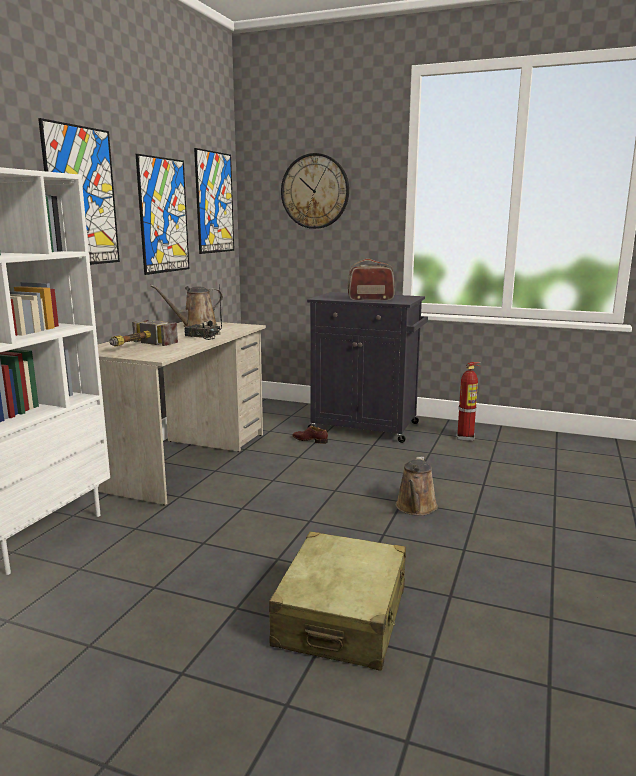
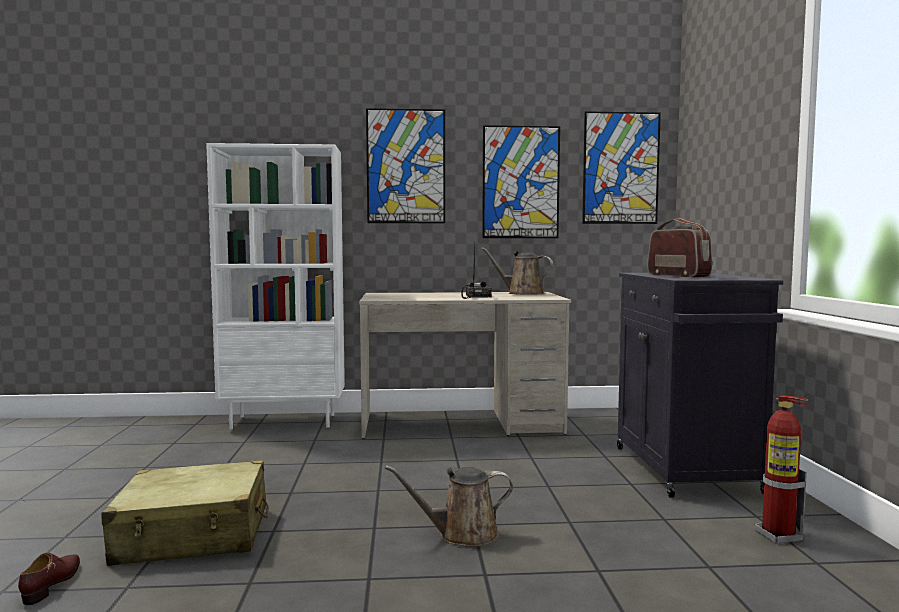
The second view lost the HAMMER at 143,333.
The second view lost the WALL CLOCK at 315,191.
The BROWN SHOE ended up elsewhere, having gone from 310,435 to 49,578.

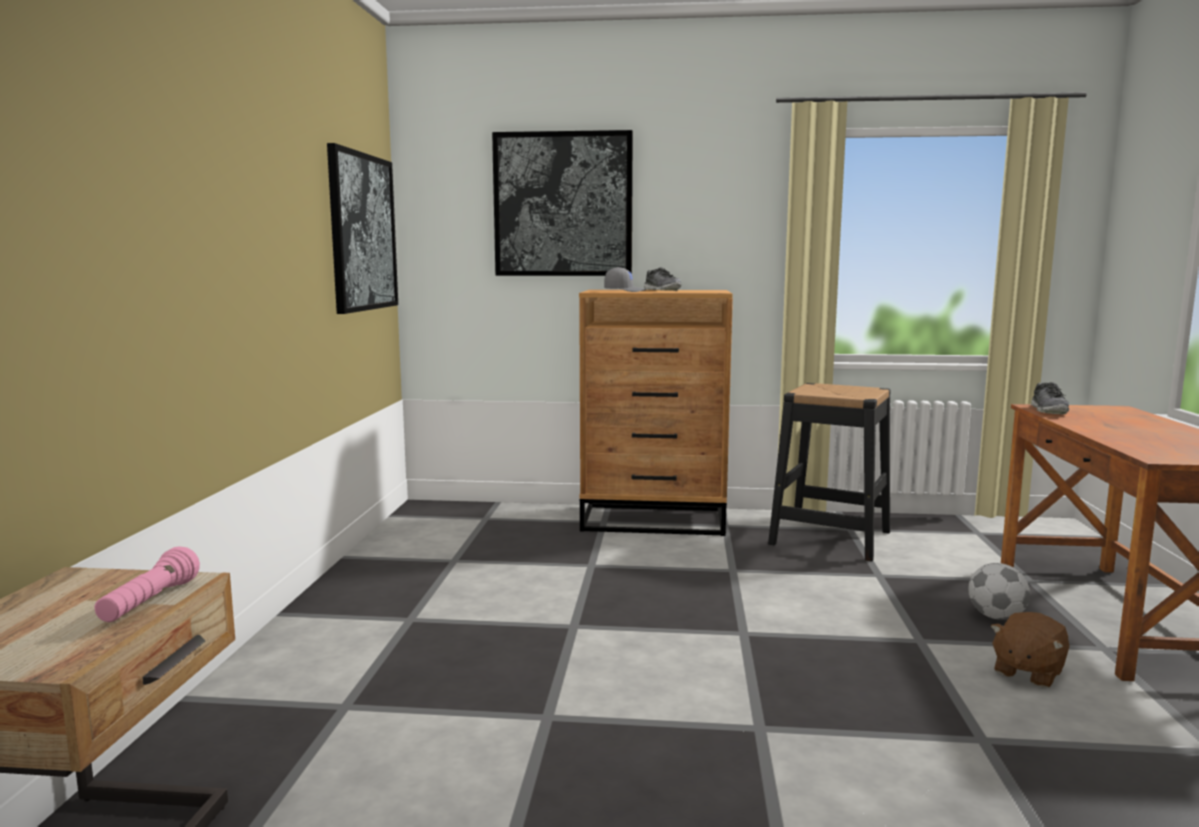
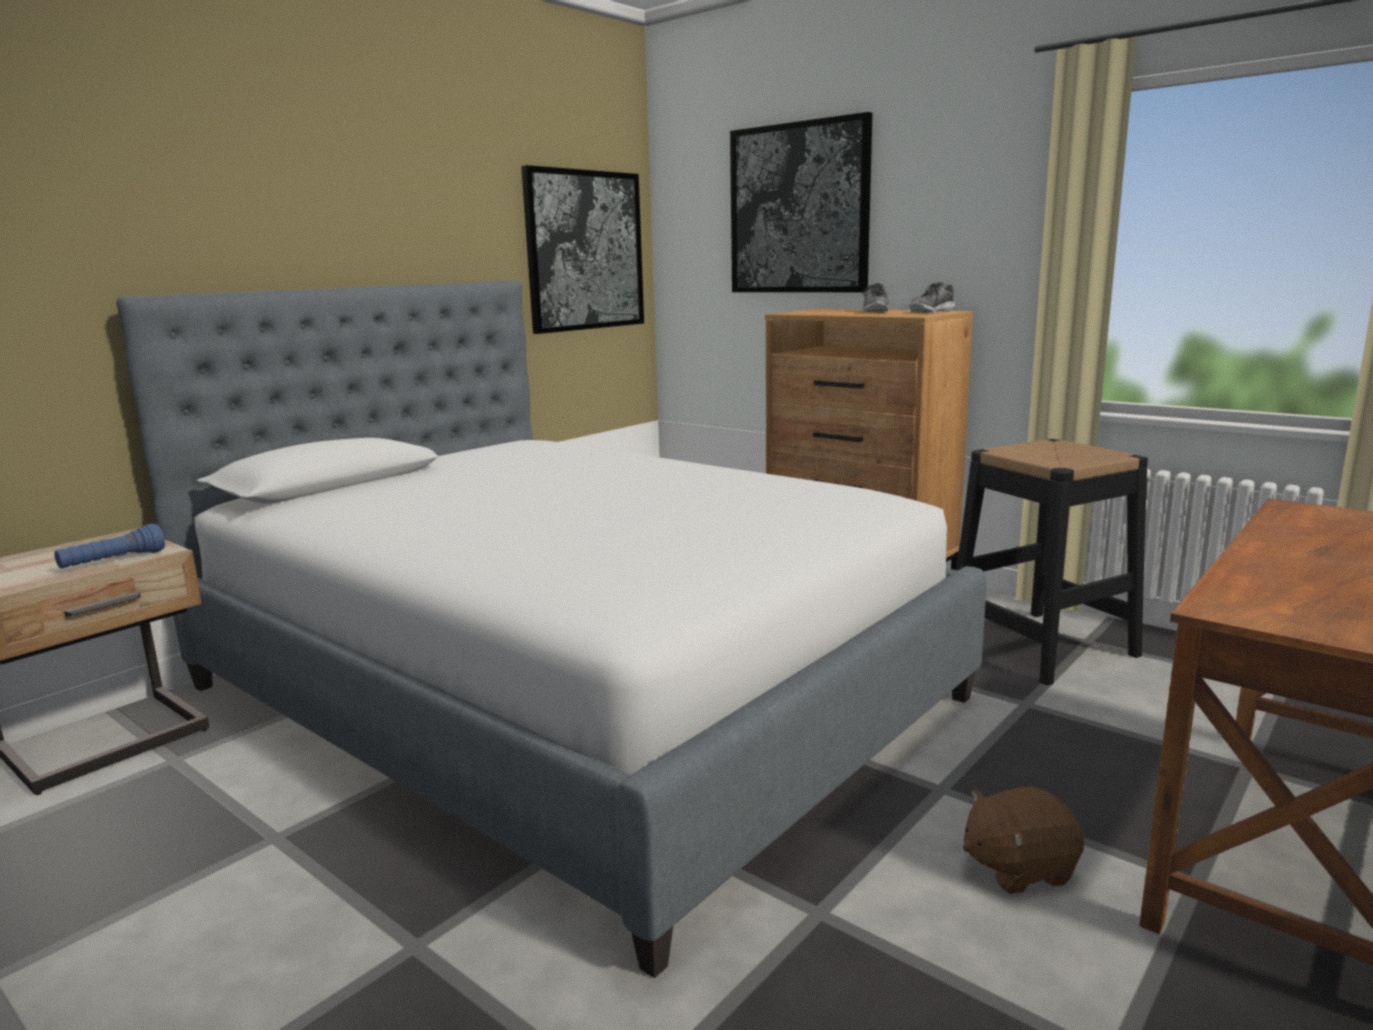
What was the PINK FLASHLIGHT at 147,584 turned into the BLUE FLASHLIGHT at 109,546.
The second view lost the GREY CAP at 625,279.
The second view lost the FOOTBALL at 999,591.
The SHOE ended up elsewhere, having gone from 1050,398 to 932,297.
The second view gained the BED at 551,629.

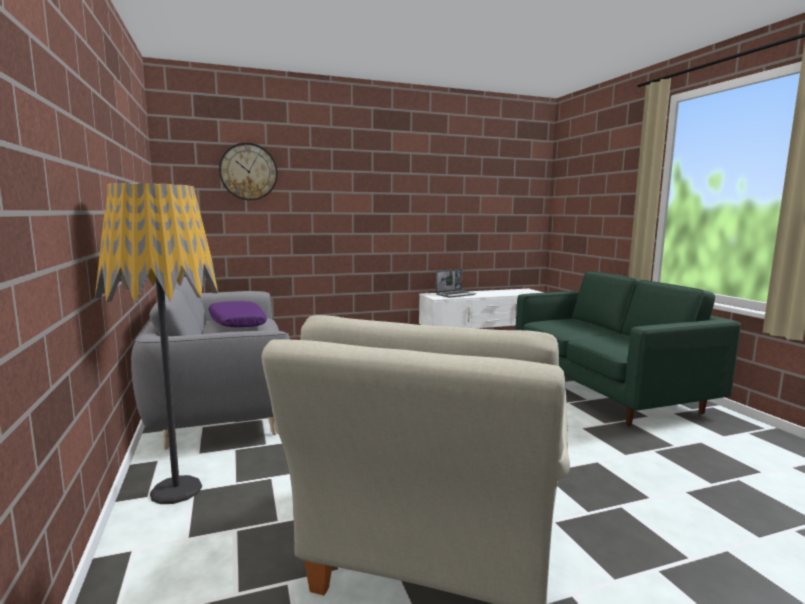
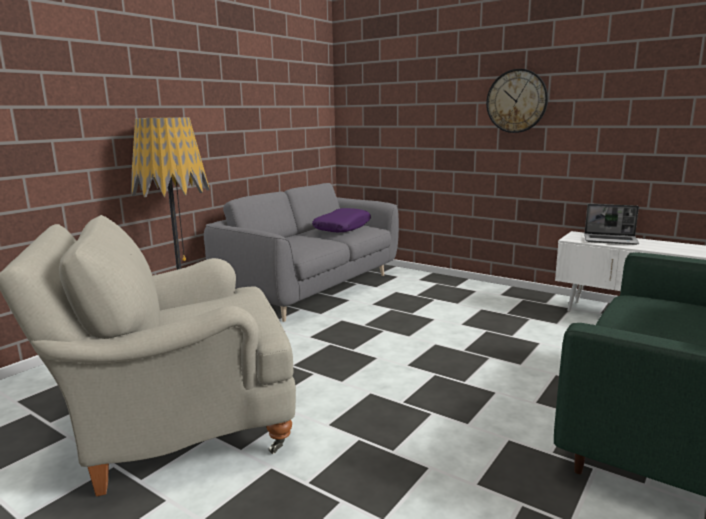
The WALL CLOCK ended up elsewhere, having gone from 248,171 to 517,101.

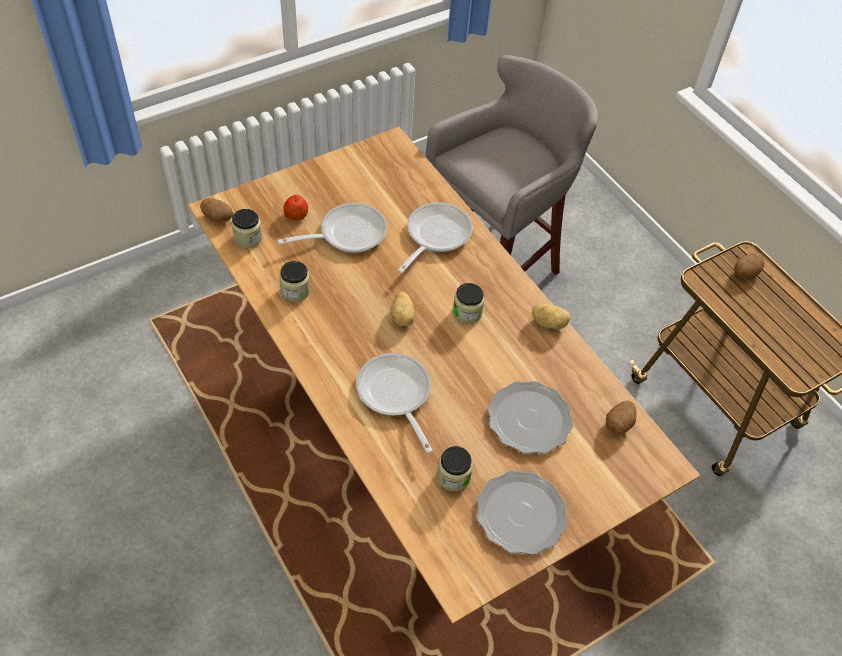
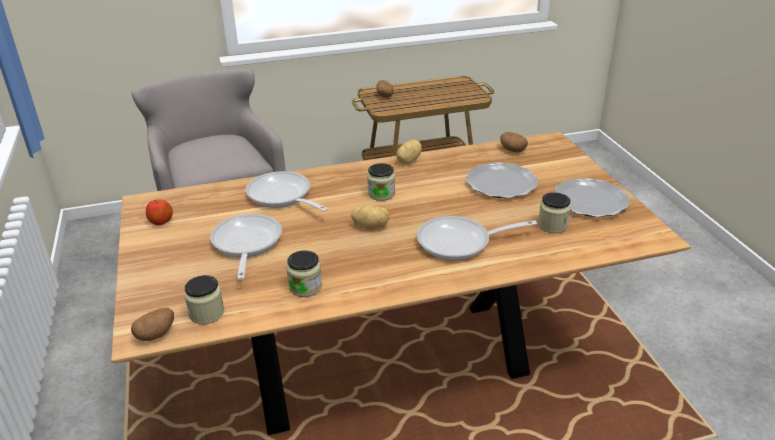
The APPLE ended up elsewhere, having gone from 295,207 to 159,212.

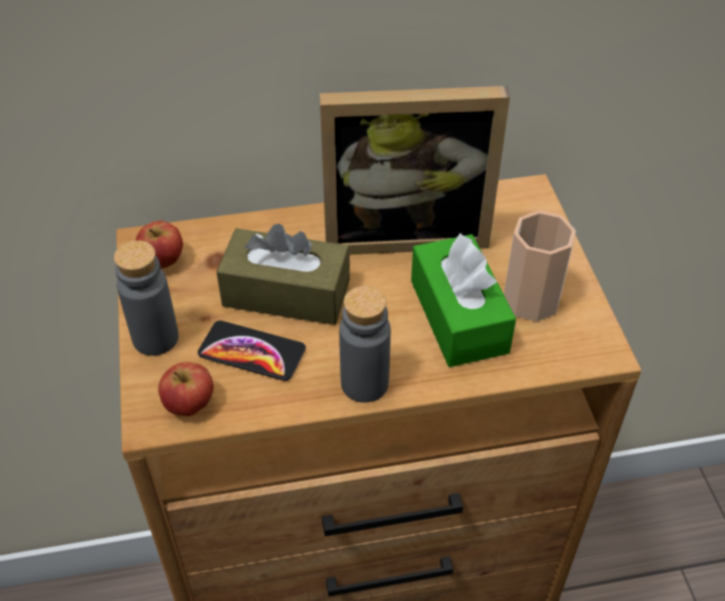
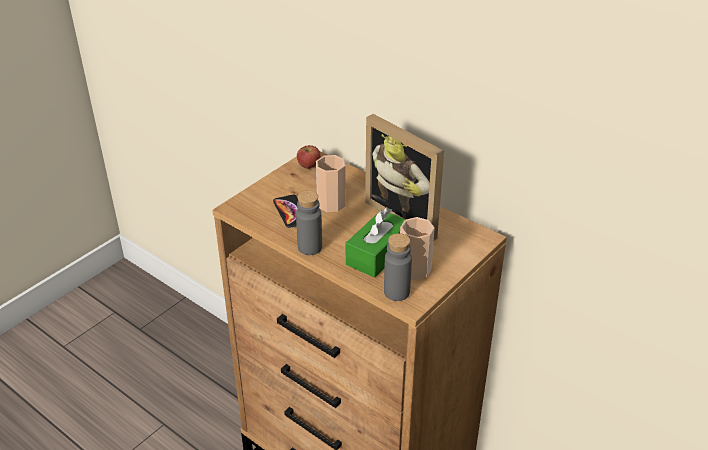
The GREY BOTTLE ended up elsewhere, having gone from 146,298 to 398,267.
The second view lost the APPLE at 186,389.
Where the BROWN TISSUE BOX stood at 283,274, the CUP came to stand at 331,183.

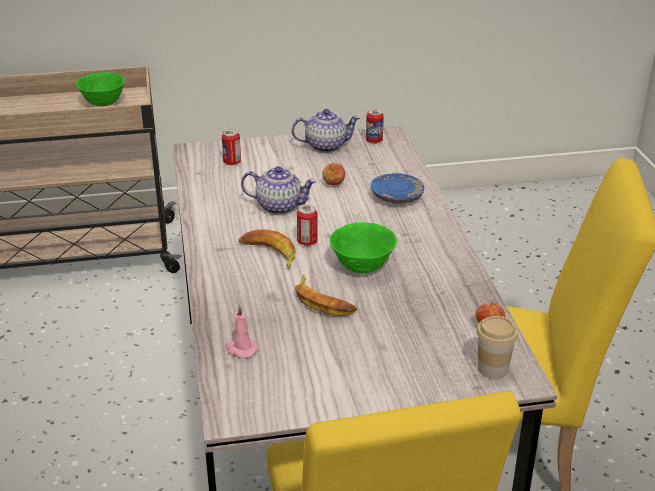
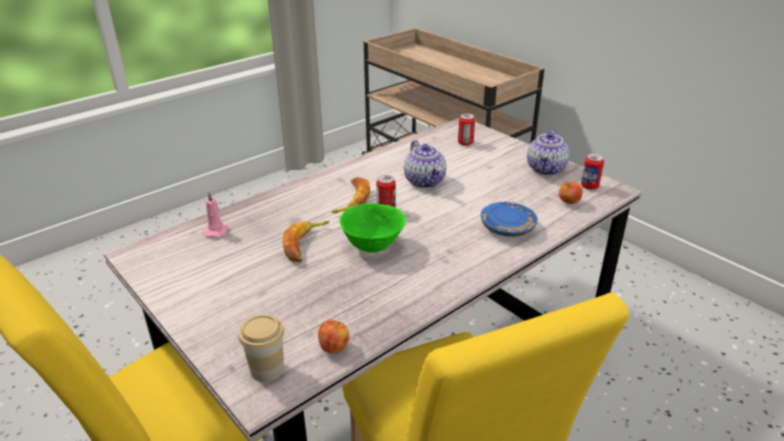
The second view lost the GREEN BOWL at 100,89.
The TEAPOT at 325,131 ended up facing another way, 60 degrees clockwise from before.
The APPLE ended up elsewhere, having gone from 333,174 to 571,192.

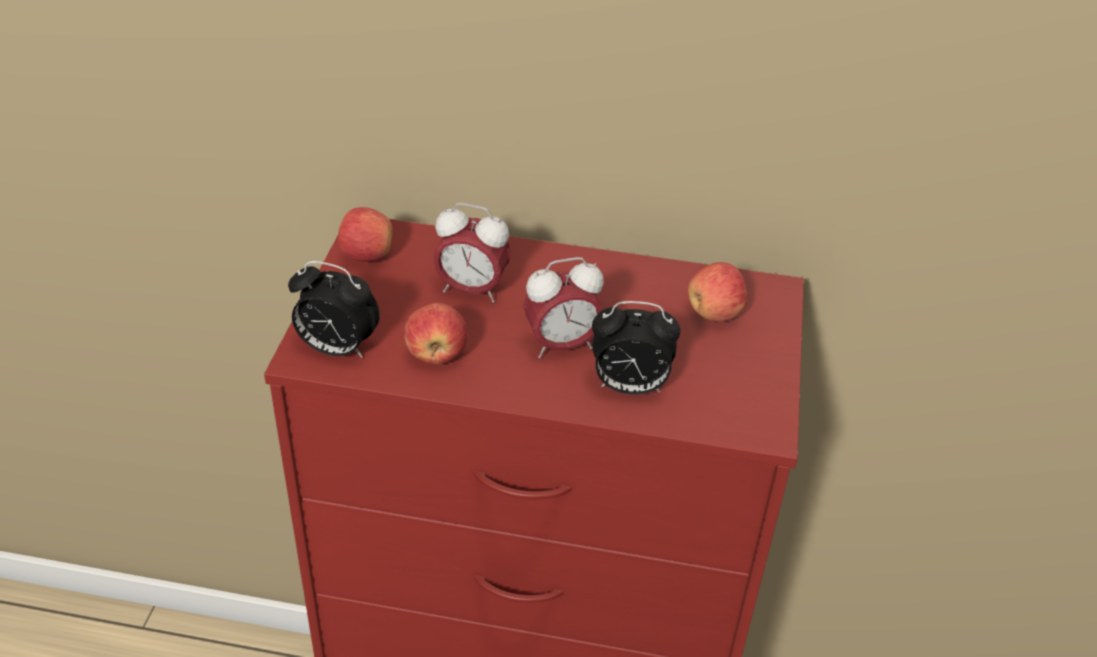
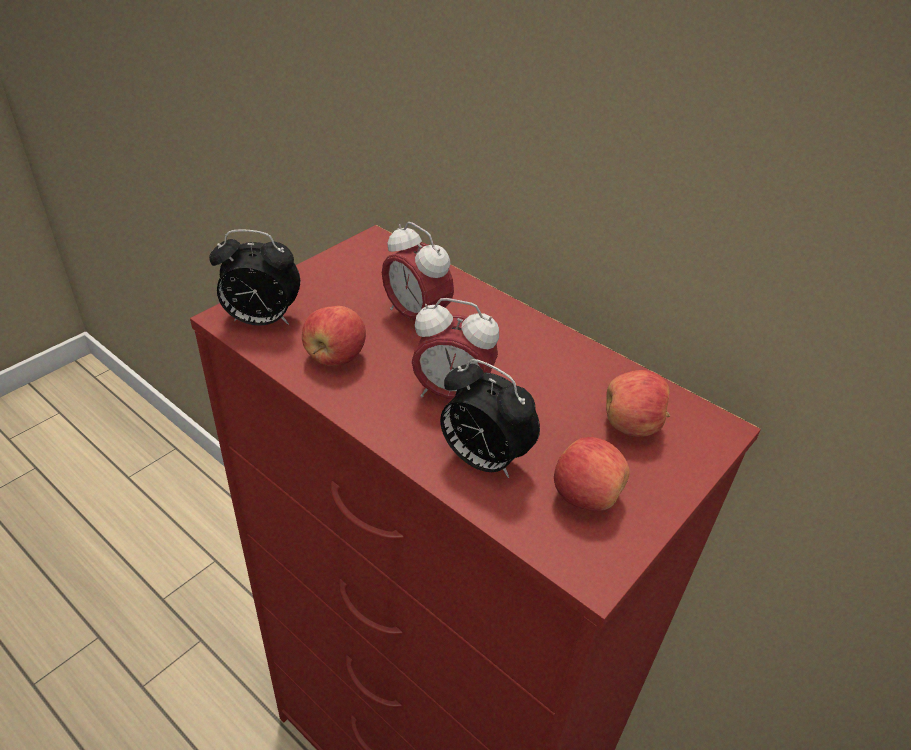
The ALARM CLOCK at 334,309 ended up facing another way, 45 degrees counterclockwise from before.
The APPLE ended up elsewhere, having gone from 365,234 to 591,474.

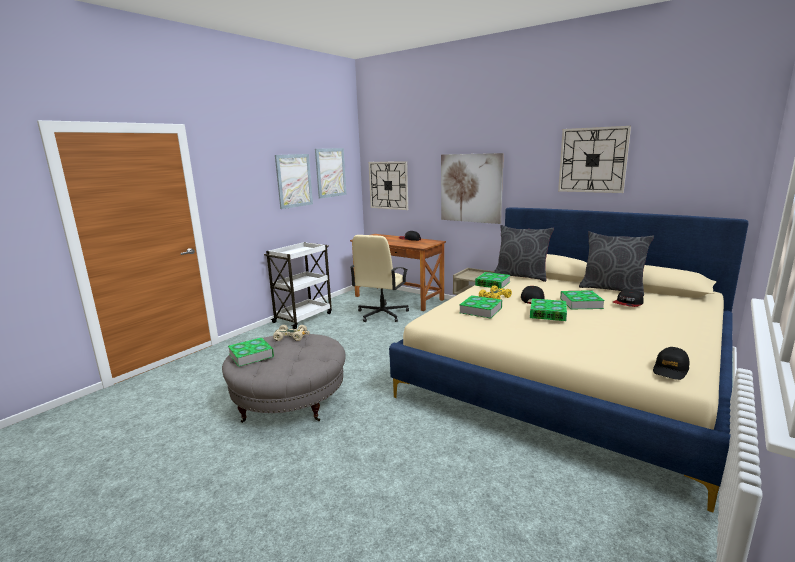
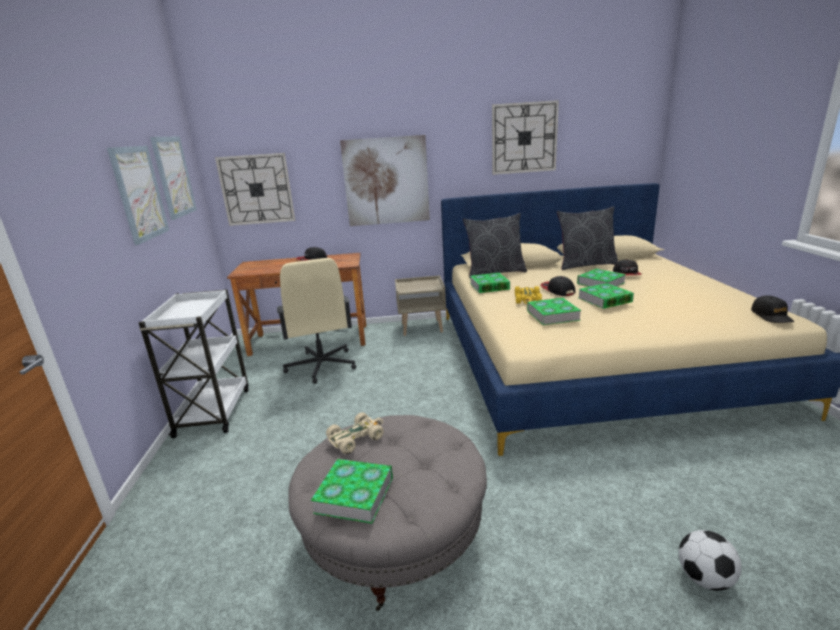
The second view gained the FOOTBALL at 710,560.

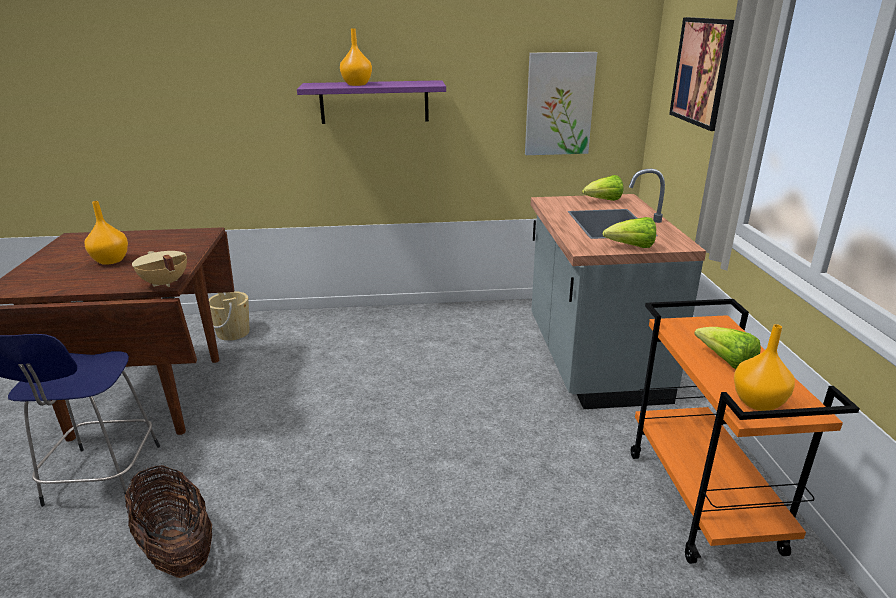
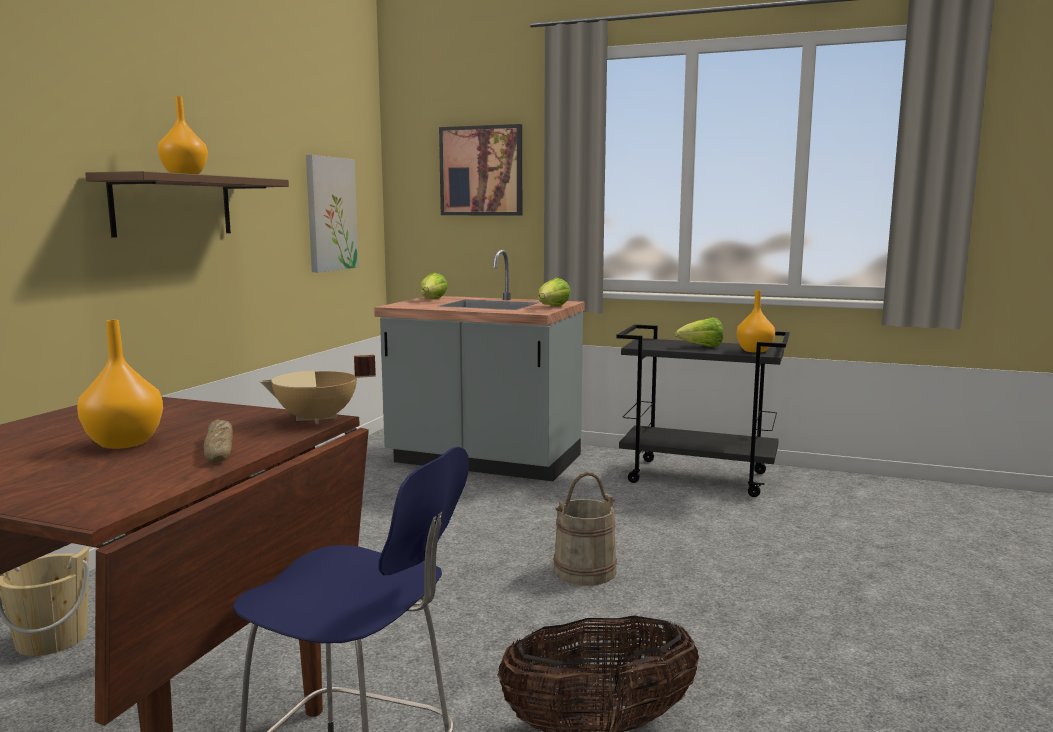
What was the PURPLE SHELF at 371,102 turned into the BROWN SHELF at 187,204.
What was the ORANGE CART at 745,431 turned into the BLACK CART at 703,411.
The second view gained the BREAD at 218,441.
The second view gained the BEIGE BUCKET at 585,529.

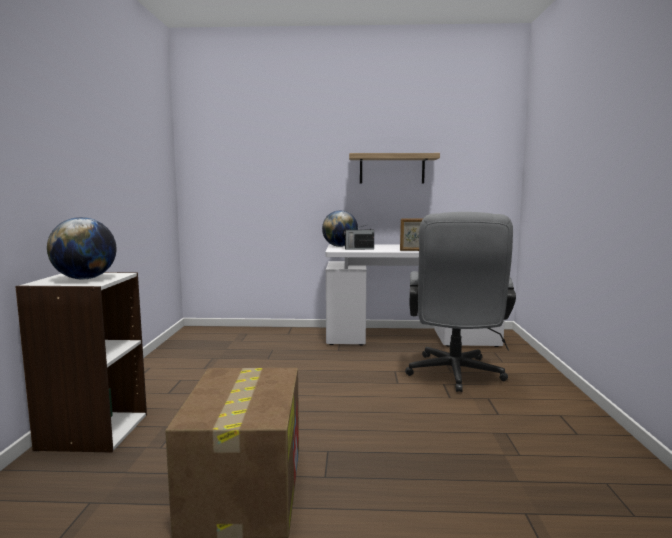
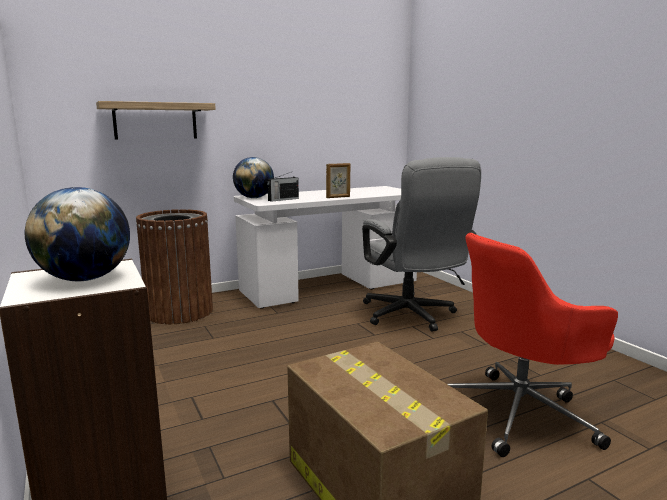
The SHELF ended up elsewhere, having gone from 394,168 to 156,120.
The second view gained the BROWN TRASH CAN at 174,266.
The second view gained the RED OFFICE CHAIR at 532,345.

